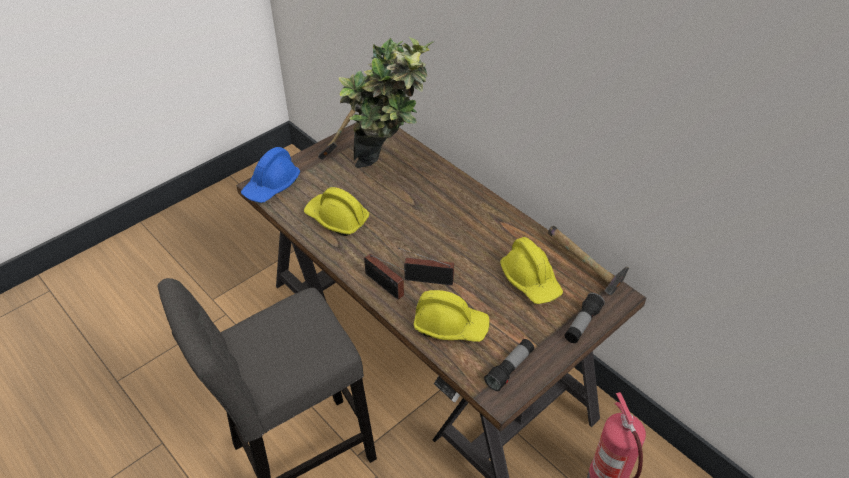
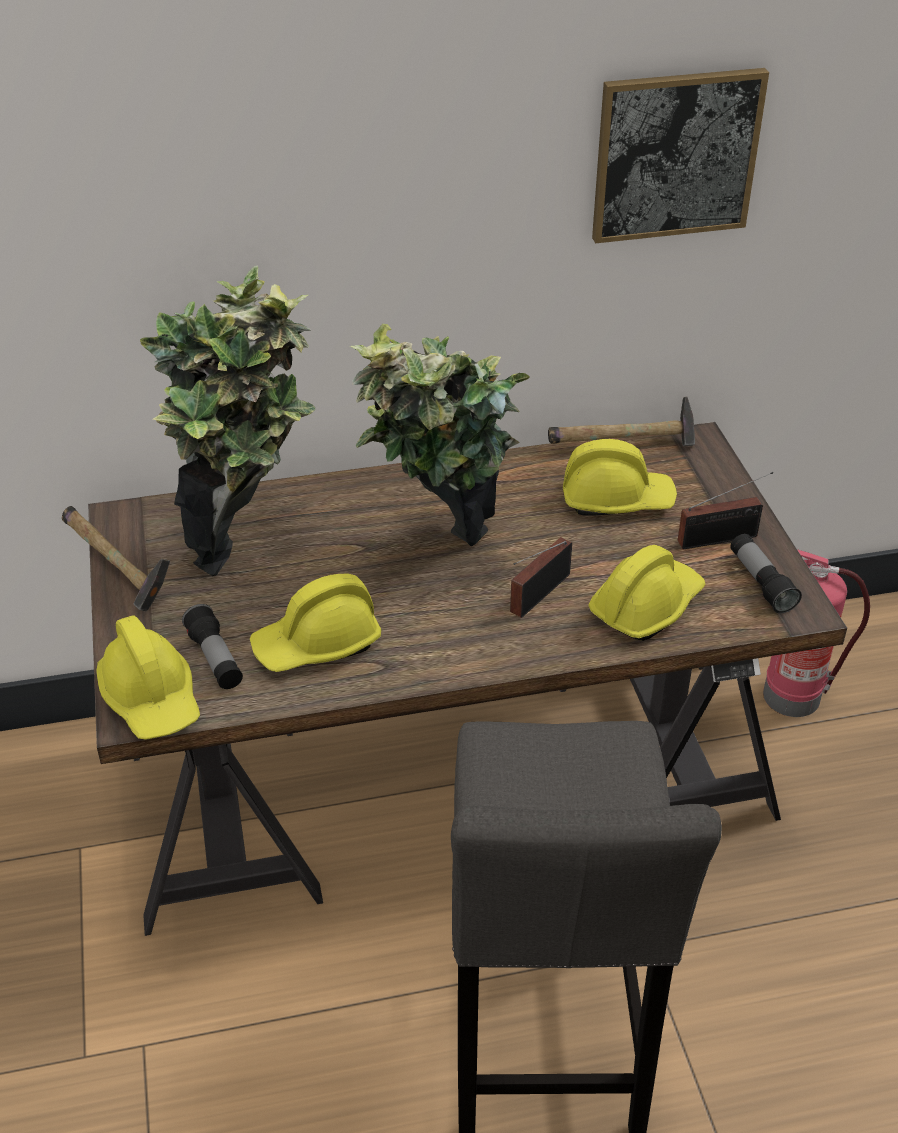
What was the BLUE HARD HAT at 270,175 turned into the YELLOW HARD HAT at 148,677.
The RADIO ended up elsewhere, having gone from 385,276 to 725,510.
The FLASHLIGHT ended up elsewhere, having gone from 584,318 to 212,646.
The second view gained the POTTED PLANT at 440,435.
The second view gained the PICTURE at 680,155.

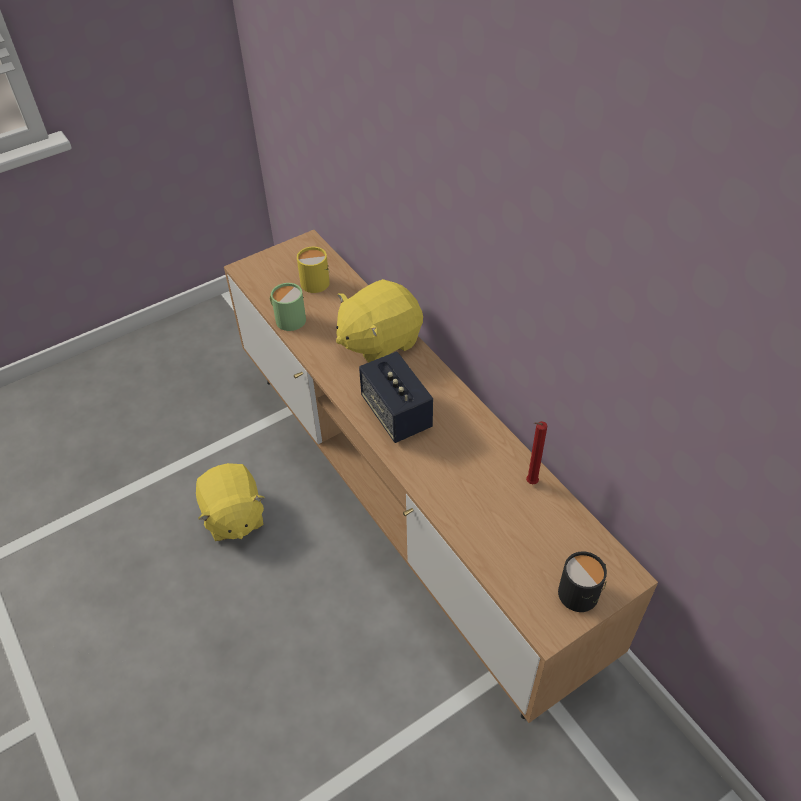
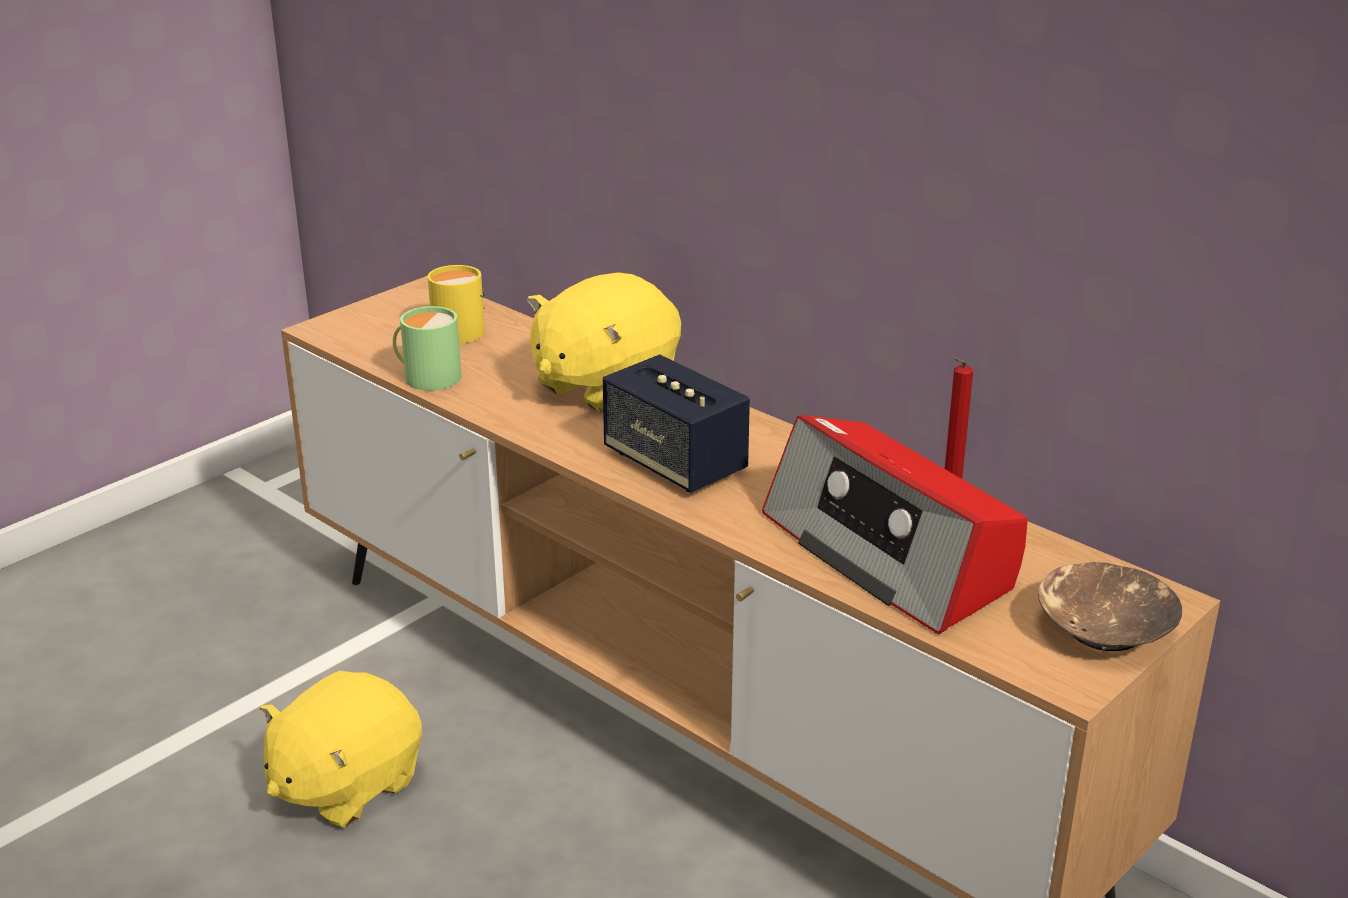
The YELLOW PLUSH TOY at 230,502 ended up facing another way, 75 degrees clockwise from before.
Where the BLACK MUG stood at 582,581, the BROWN BOWL came to stand at 1110,606.
The second view gained the RADIO at 895,524.

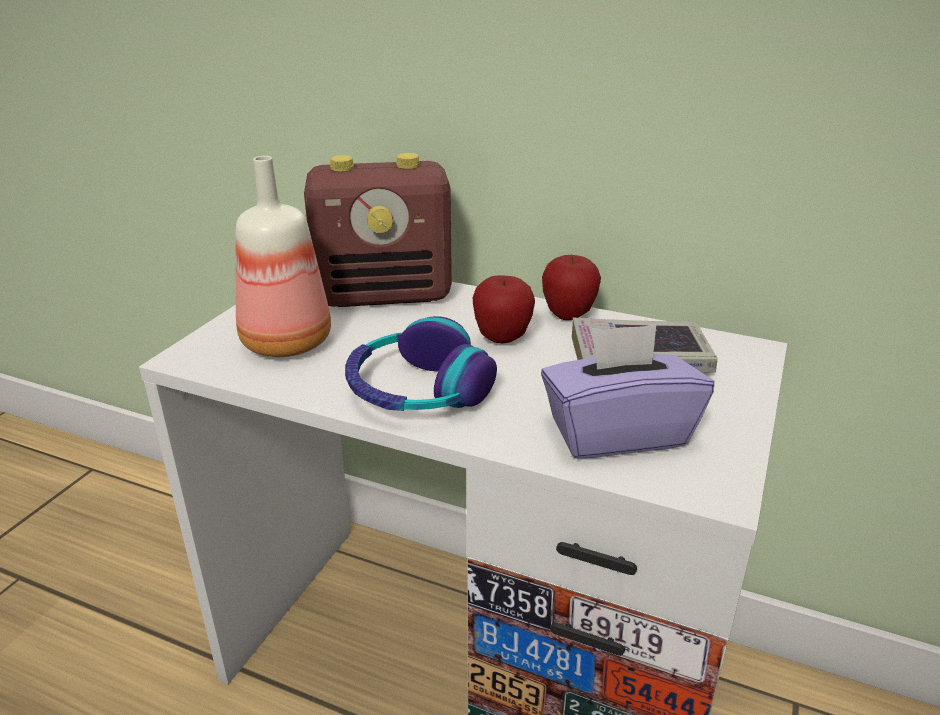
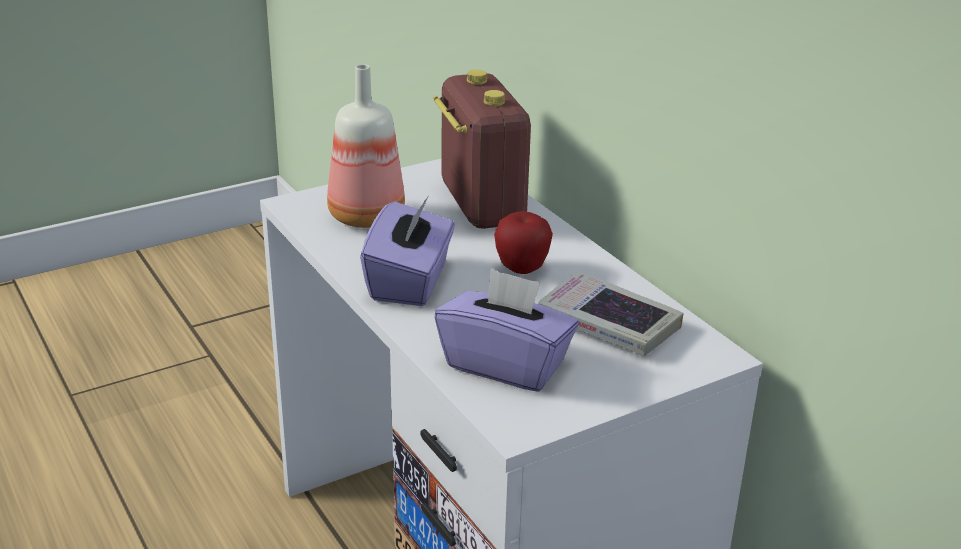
The RADIO at 378,230 ended up facing another way, 135 degrees counterclockwise from before.
Where the HEADPHONES stood at 421,363, the PURPLE TISSUE BOX came to stand at 407,251.
The second view lost the APPLE at 571,287.

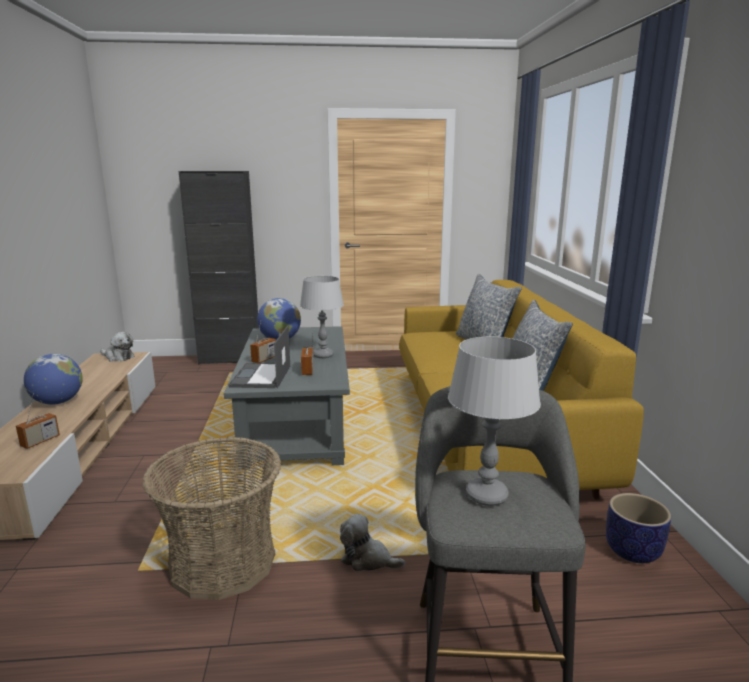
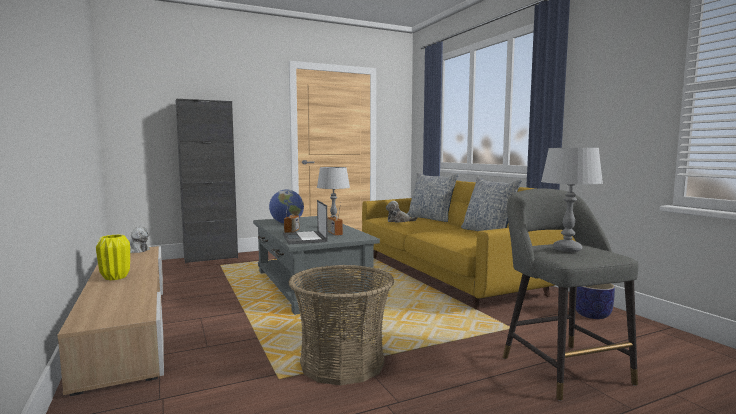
The second view lost the RADIO at 38,421.
Where the GLOBE stood at 53,379, the YELLOW VASE came to stand at 113,257.
The PLUSH TOY ended up elsewhere, having gone from 372,542 to 401,212.

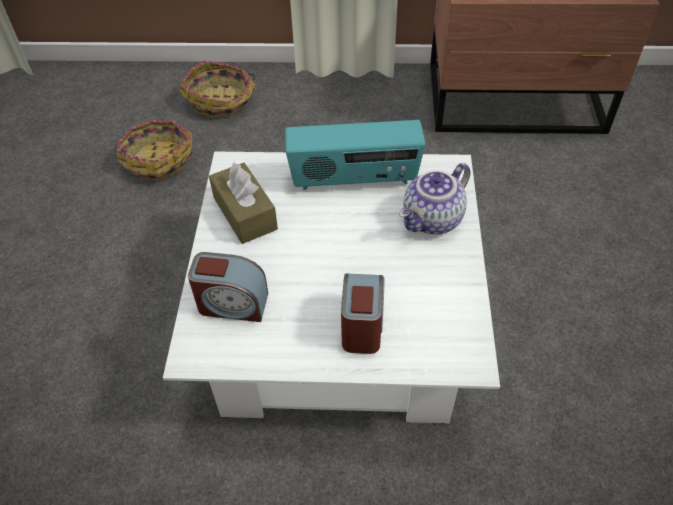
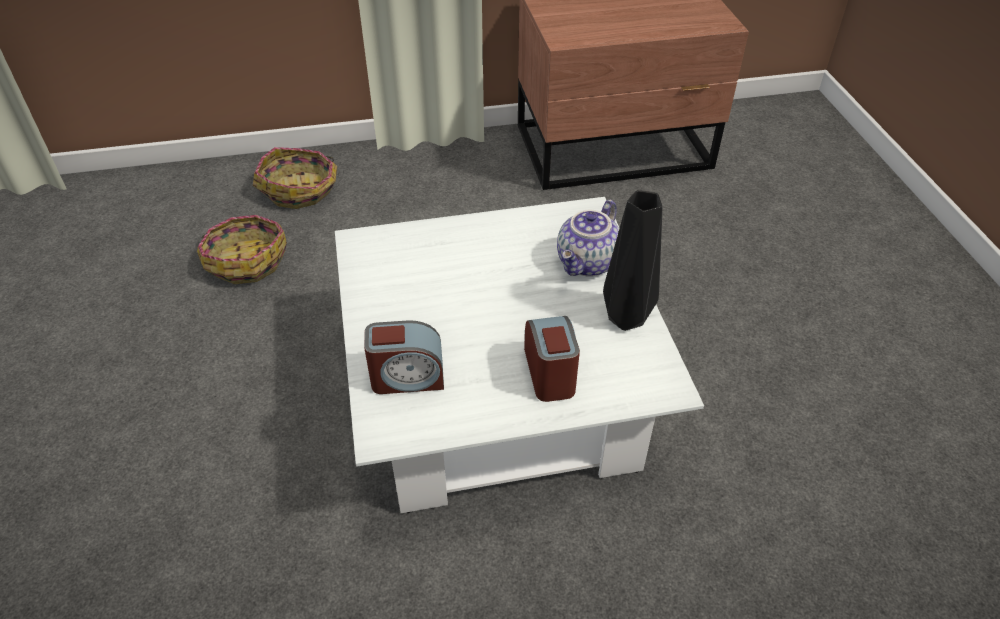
The second view lost the BROWN TISSUE BOX at 243,203.
The second view lost the RADIO at 355,155.
The second view gained the BLACK VASE at 632,260.

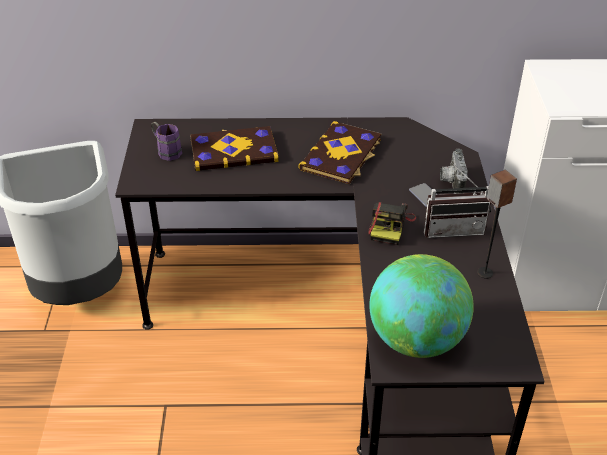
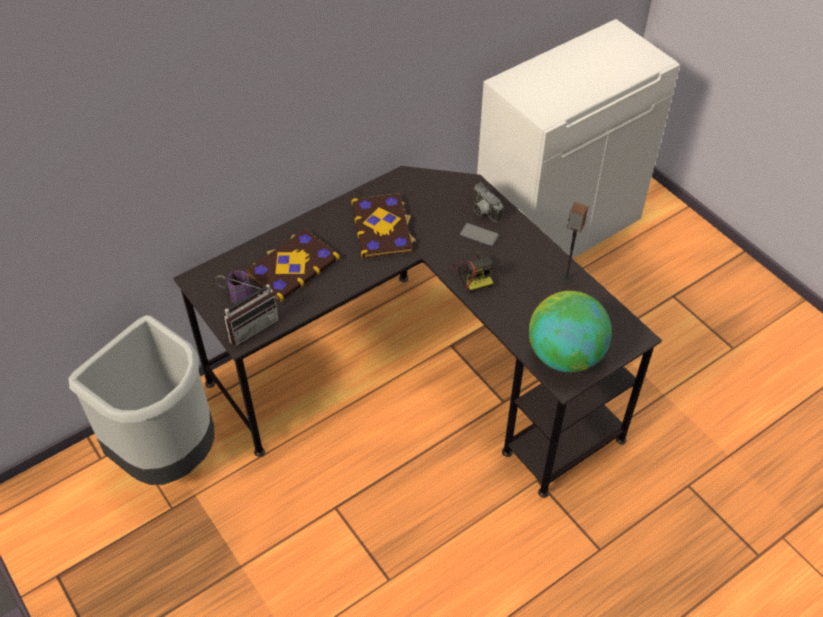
The RADIO ended up elsewhere, having gone from 457,200 to 250,312.

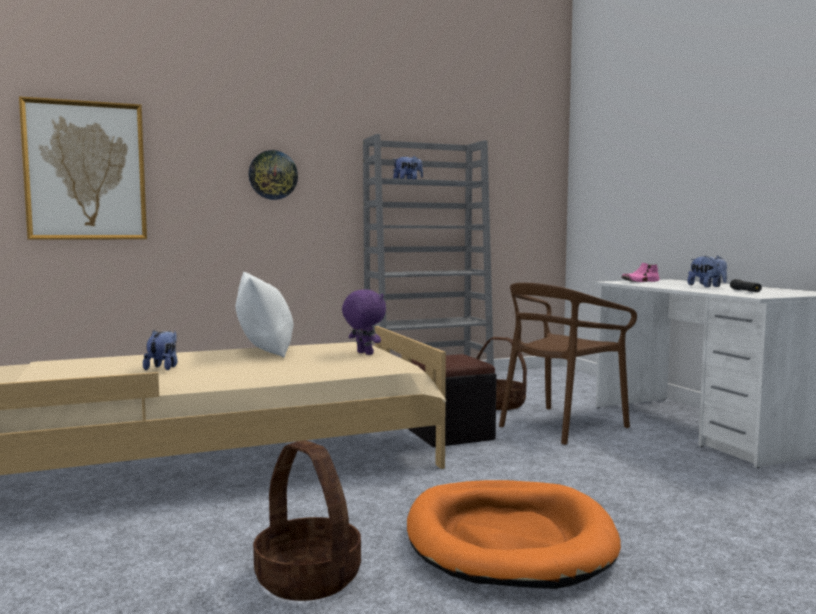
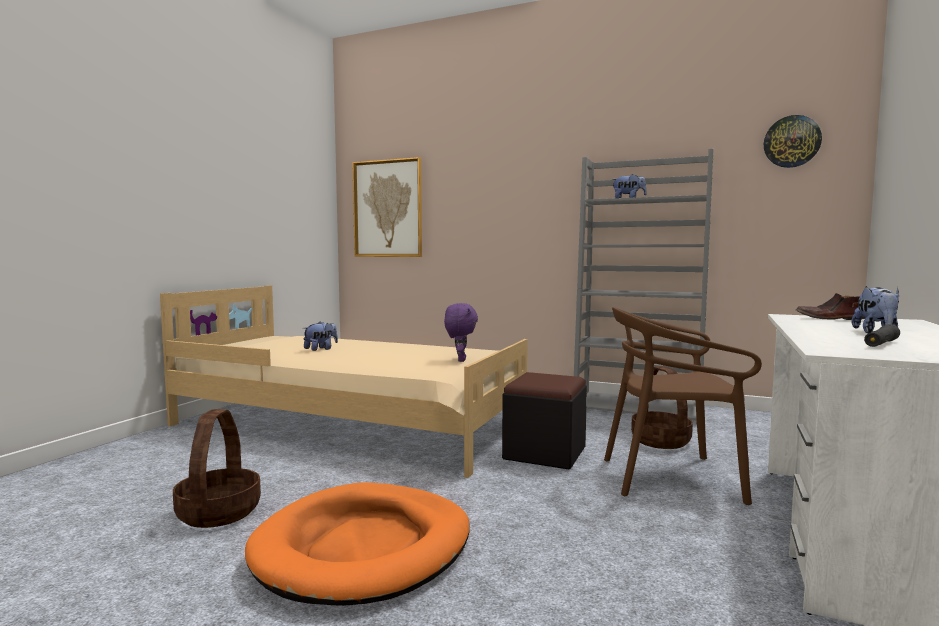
The second view lost the WHITE PILLOW at 264,314.
The WALL CLOCK ended up elsewhere, having gone from 273,175 to 793,141.
What was the PINK SHOE at 640,272 turned into the BROWN SHOE at 831,306.

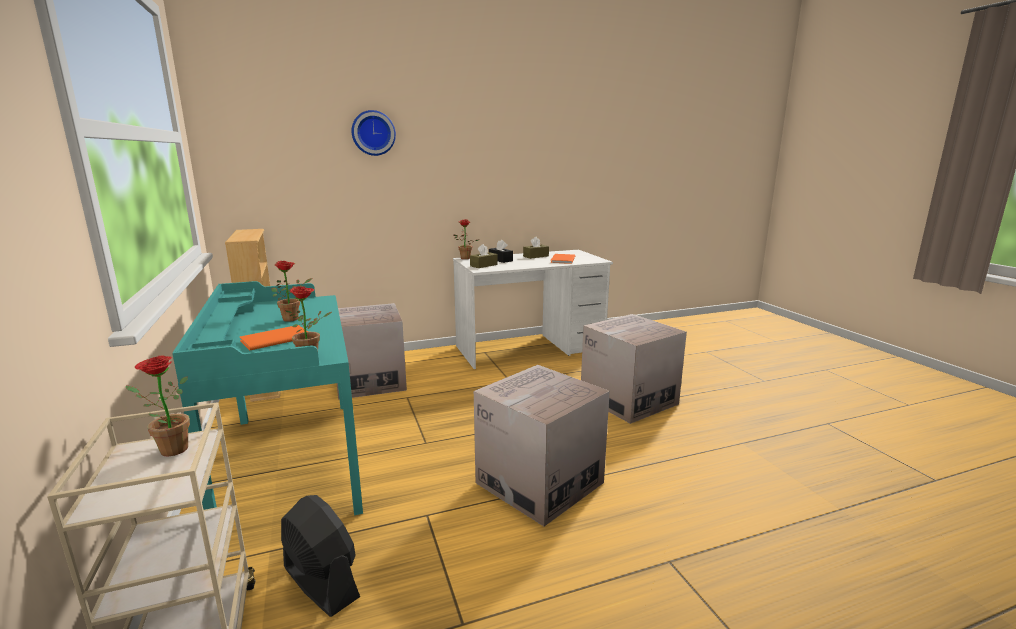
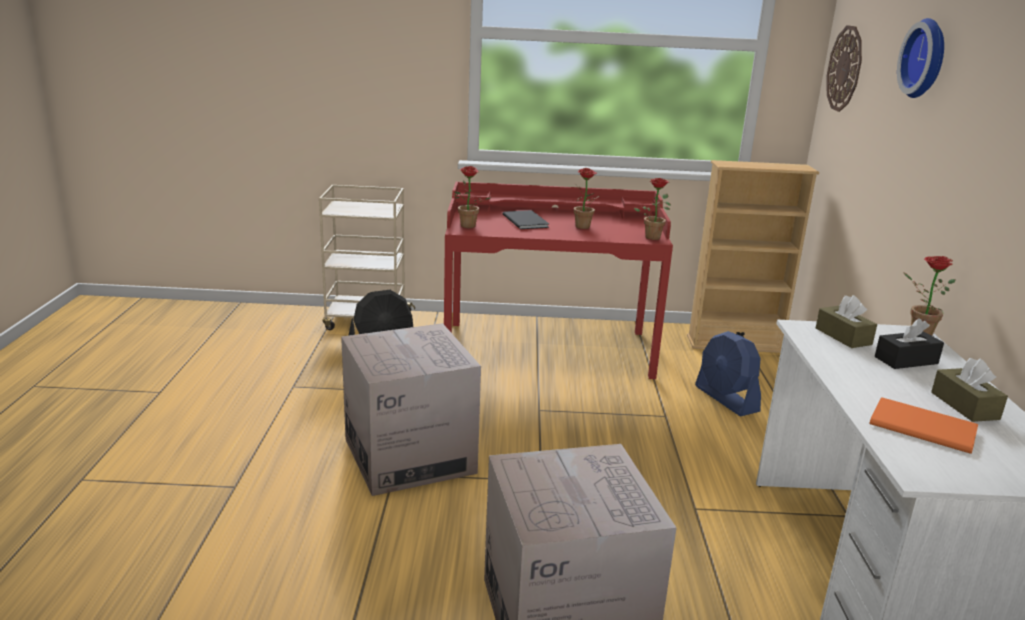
The POTTED PLANT ended up elsewhere, having gone from 158,406 to 652,209.
What was the TURQUOISE DESK at 267,398 turned into the RED DESK at 558,280.
What was the ORANGE BOOK at 274,337 turned into the BLACK BOOK at 526,219.
Where the CARDBOARD BOX stood at 372,351, the BLUE FAN came to stand at 728,373.
The second view gained the WALL CLOCK at 844,68.

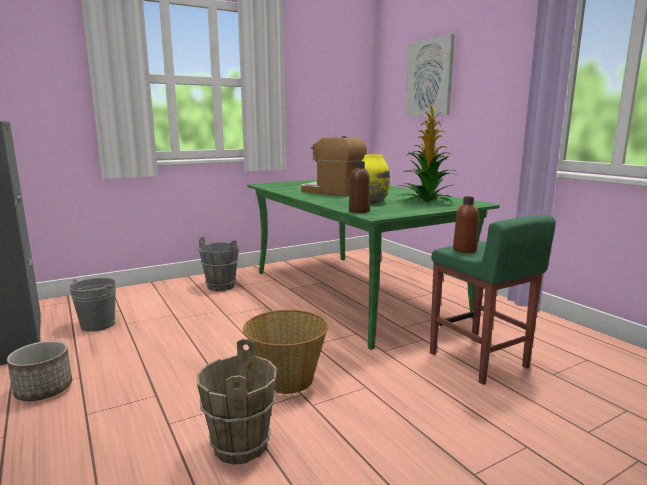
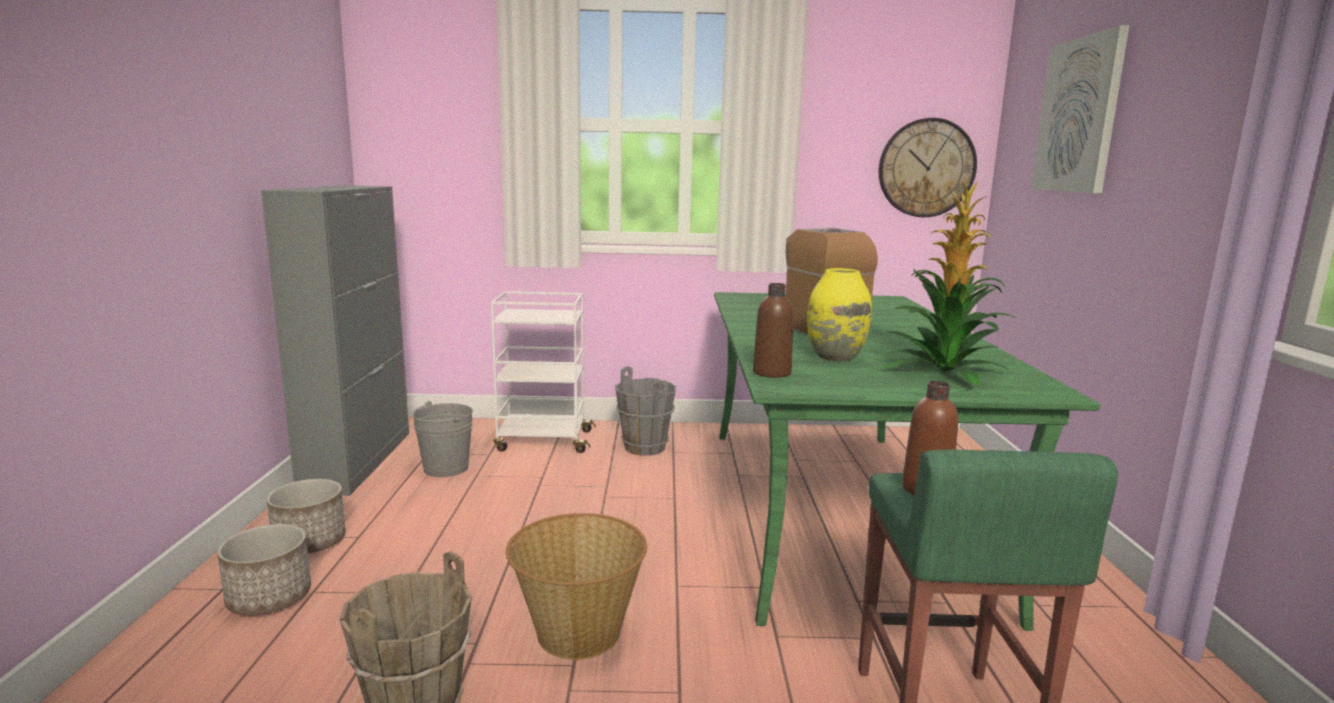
The second view gained the PLANTER at 264,570.
The second view gained the WHITE CART at 543,372.
The second view gained the WALL CLOCK at 927,167.

